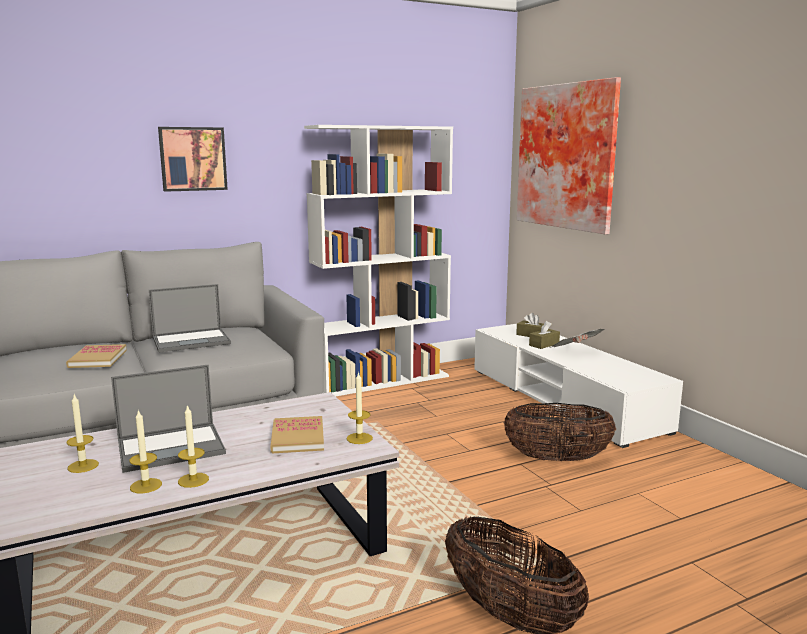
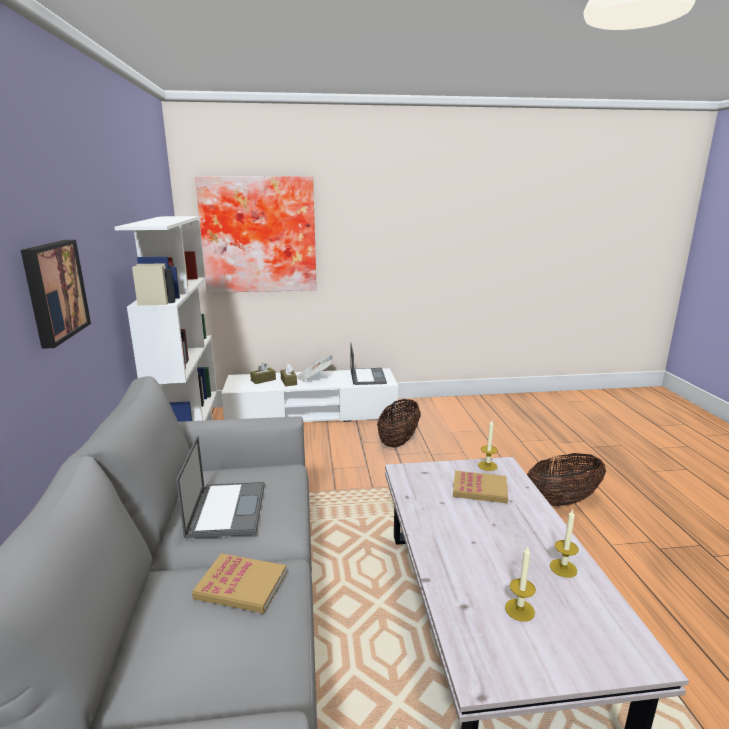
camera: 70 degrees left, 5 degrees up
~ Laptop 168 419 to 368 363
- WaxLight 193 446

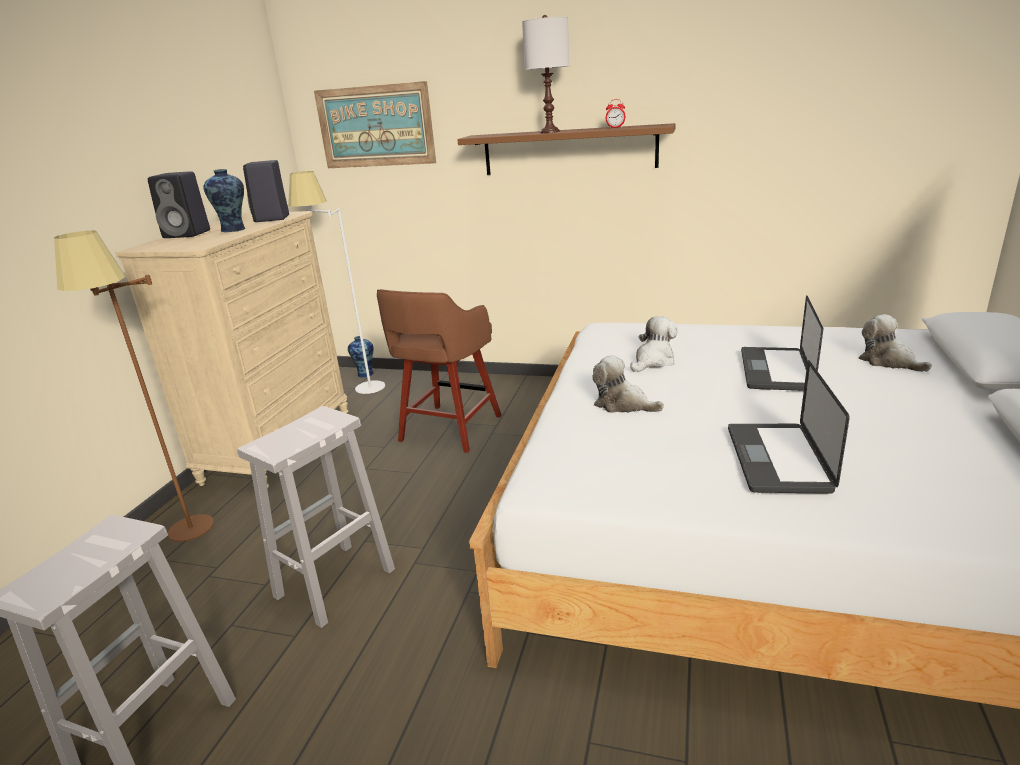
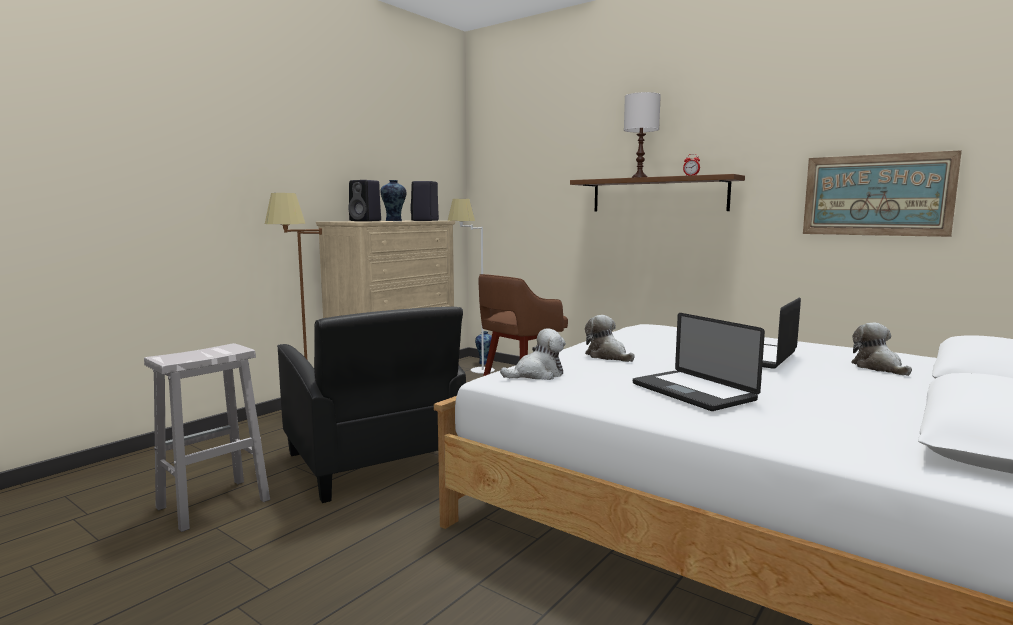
camera: 20 degrees right, 15 degrees down
~ WallArt 375 124 to 882 193
~ PlushToy 653 344 to 533 354
~ Laptop 789 427 = 699 362 60 degrees counterclockwise
~ WhitishSittingStool 316 517 to BlackishArmchair 371 405

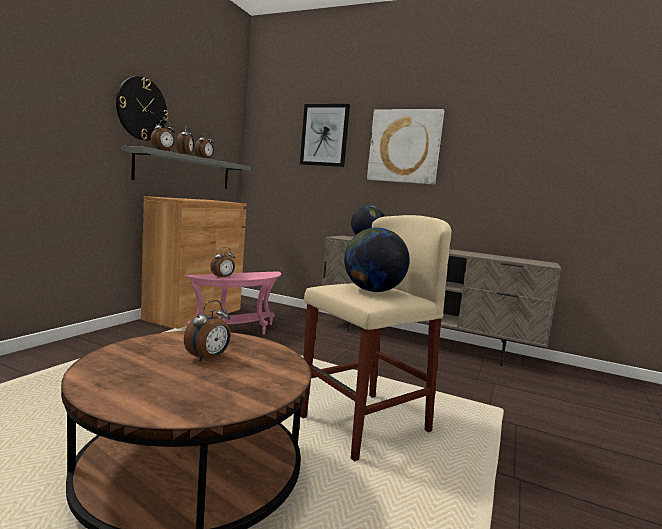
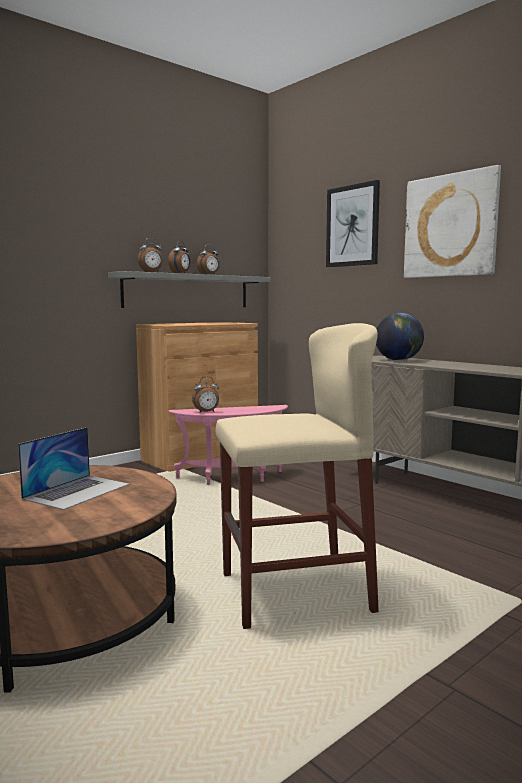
camera: 25 degrees right, 0 degrees up
- ClockOnTheWall 142 108
- WorldGlobe 377 259
~ BedsideClock 207 331 to Laptop 73 468

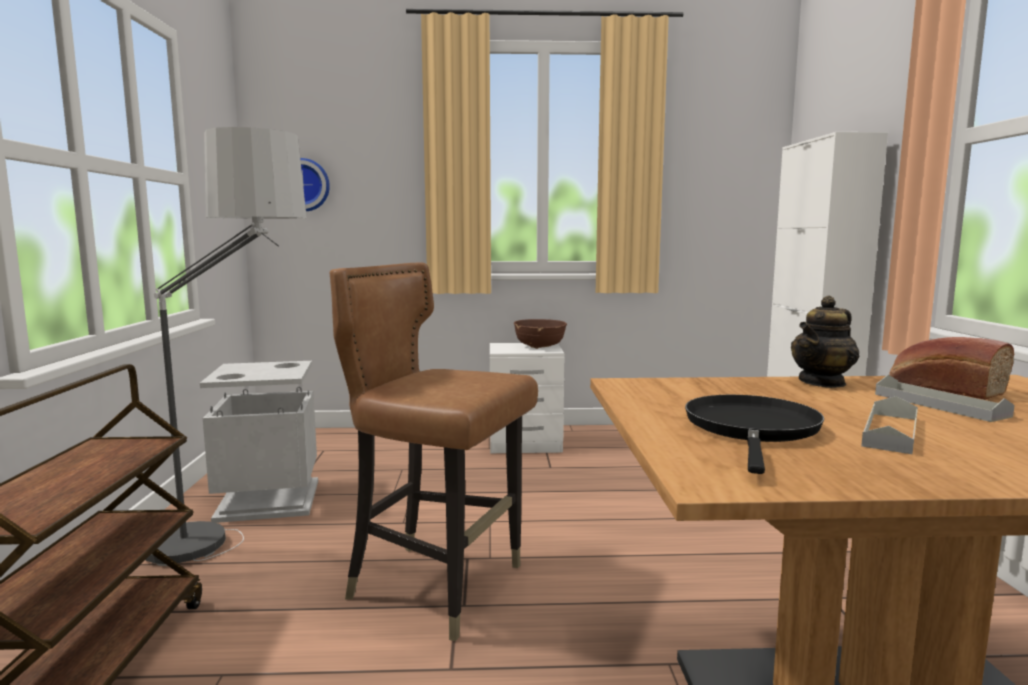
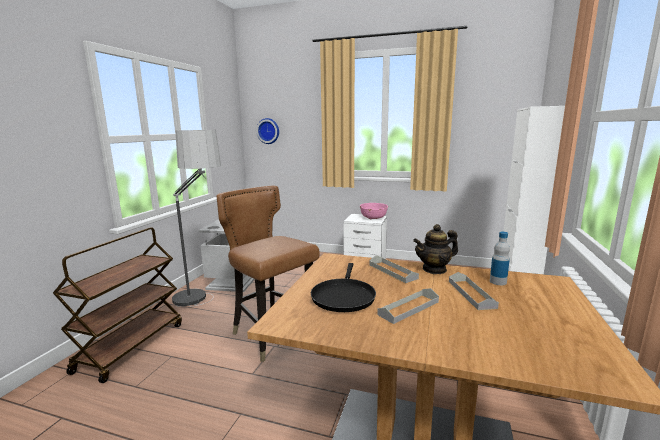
camera: 20 degrees right, 5 degrees up
~ BrownDeepDish 540 334 to PinkDeepDish 374 211
~ Bread 952 368 to Bottle 500 258
~ BlackishPan 754 434 = 343 287 150 degrees clockwise
+ GrayTray 394 269

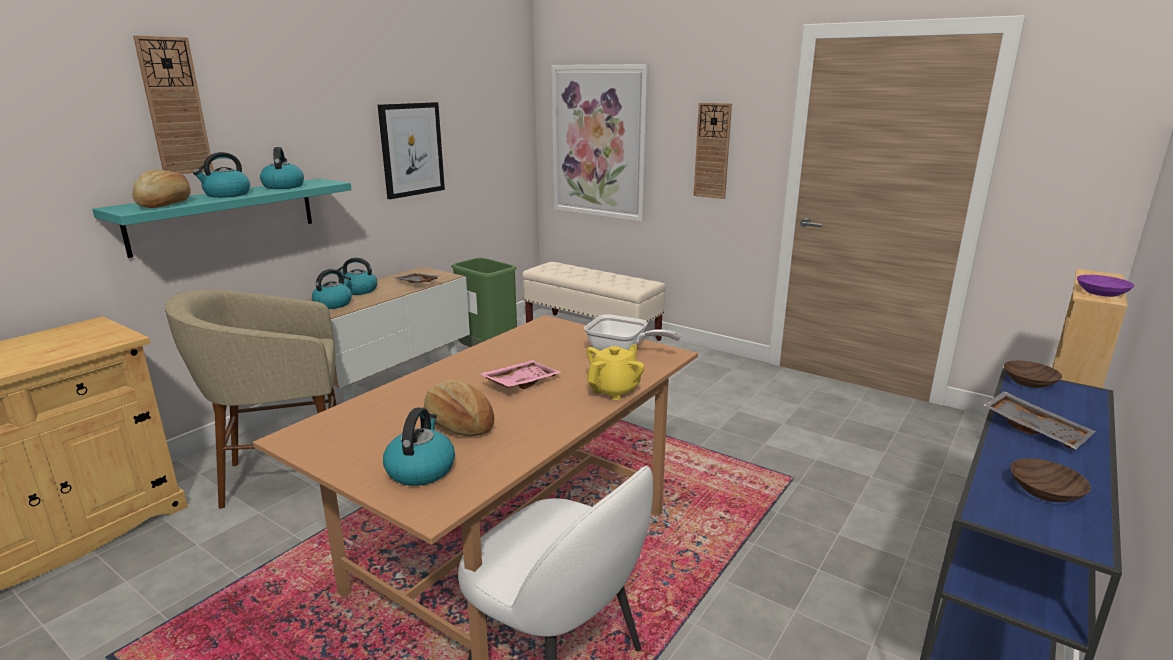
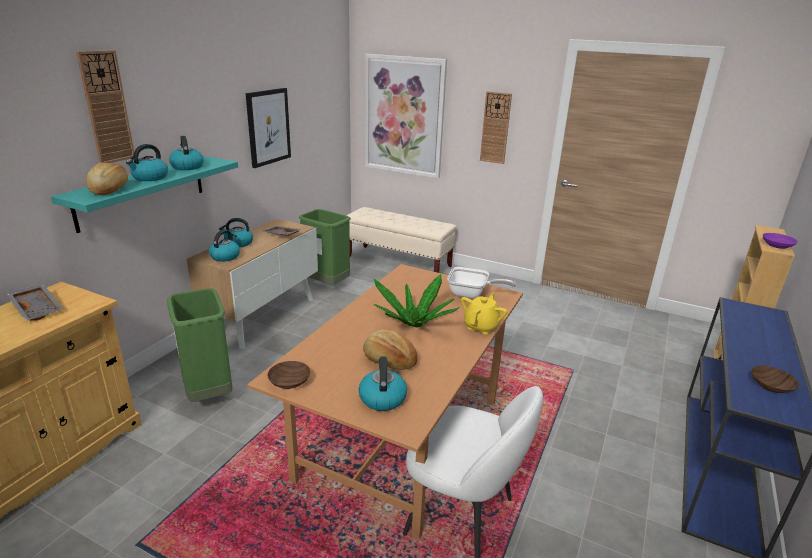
camera: 10 degrees left, 5 degrees up
~ BeigeColouredSittingStool 251 399 to GreenRubbishBin 200 345
~ PinkTray 520 374 to Houseplant 417 300
~ BrownDeepDish 1032 374 to 289 375
~ GrayTray 1039 420 to 35 302

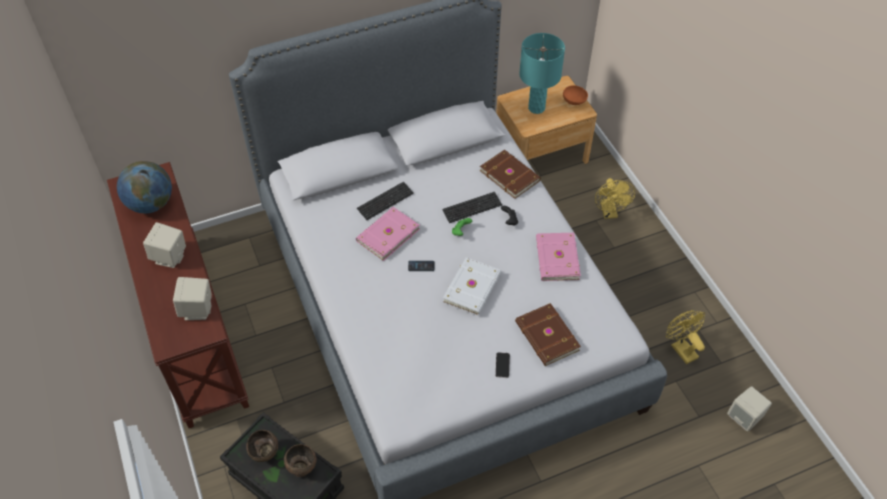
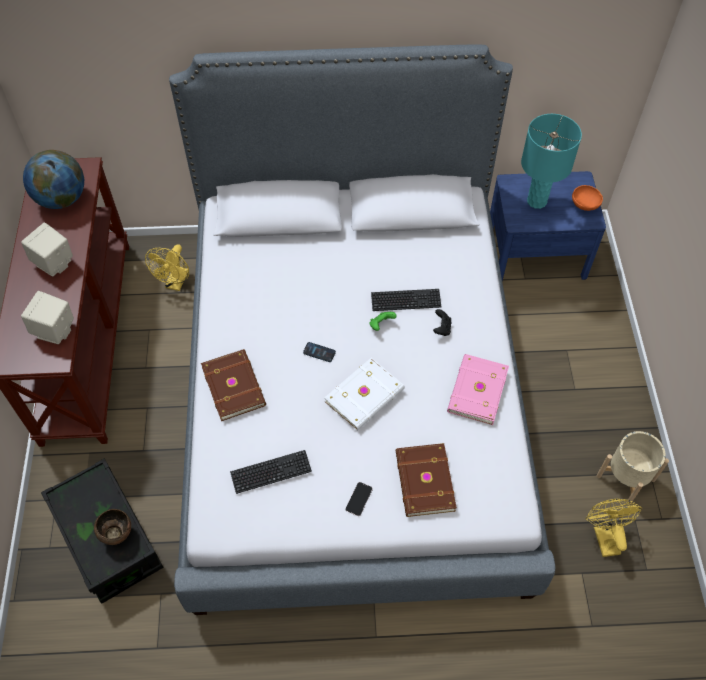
camera: 20 degrees right, 5 degrees up
~ BrownNightTable 546 120 to BluishNightTable 548 226
~ BrownVolume 510 174 to 233 385
~ YellowColouredFan 615 198 to 167 267
~ Keyboard 385 201 to 271 472
- PinkVolume 388 234
- BeigeColouredAudioSpeaker 749 408
- BrownDeepDish 262 446
+ BeigeColouredPlantPot 633 468

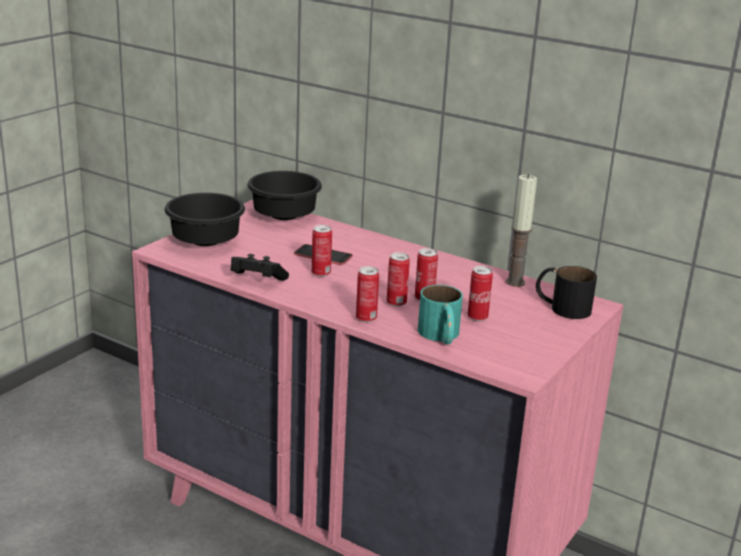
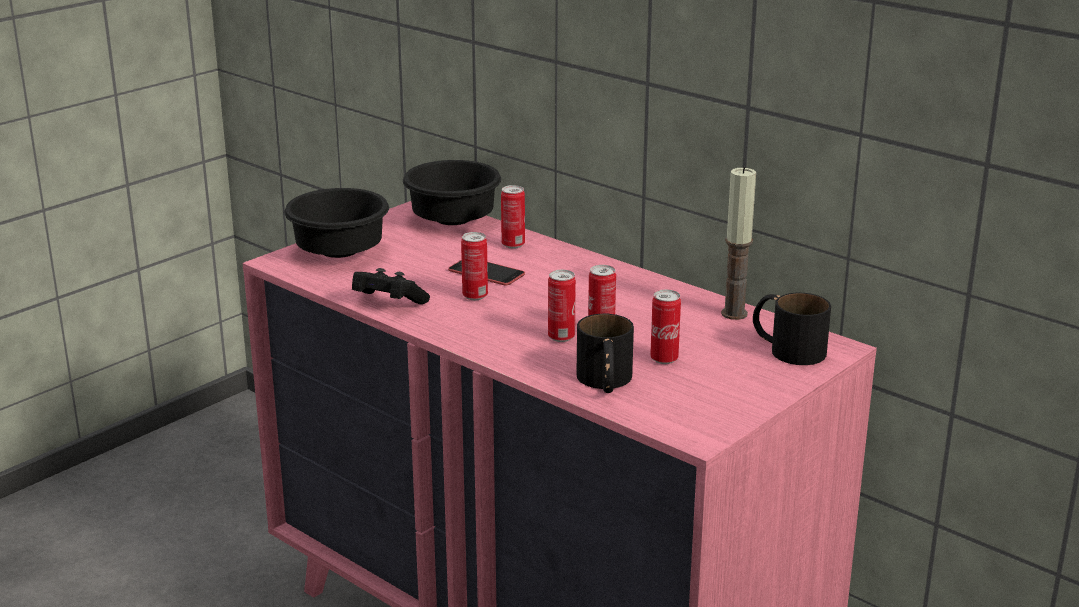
camera: 10 degrees right, 0 degrees up
~ MetalCan 367 294 to 513 217
~ TurquoiseCoffeeMug 440 315 to BlackishCoffeeMug 605 353

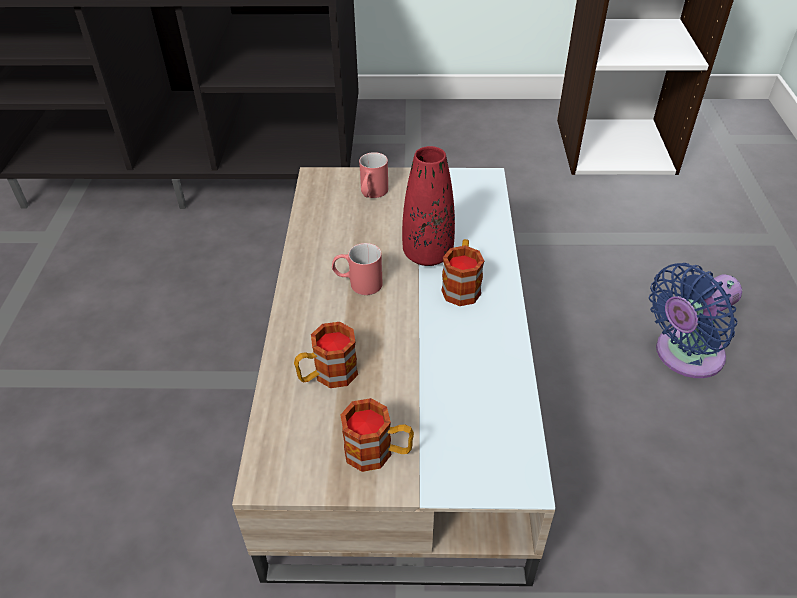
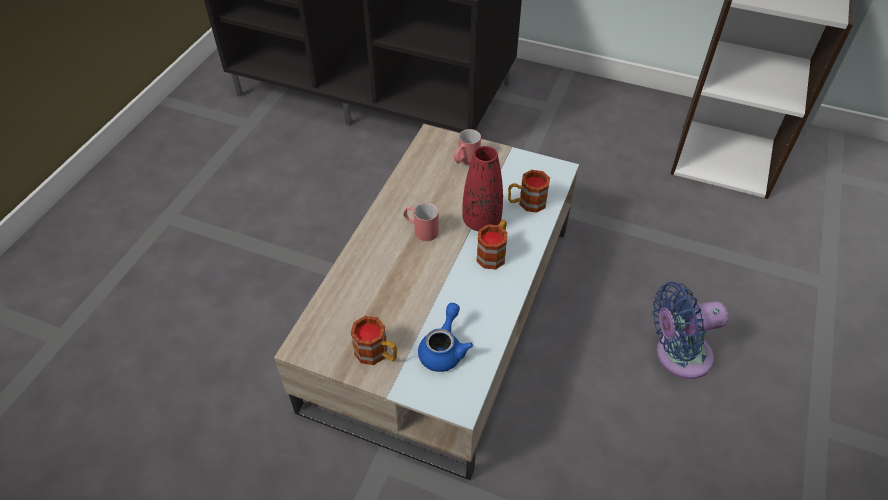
camera: 20 degrees right, 5 degrees up
~ CoffeeMug 326 355 to 529 191
+ BluishTeaPot 445 337

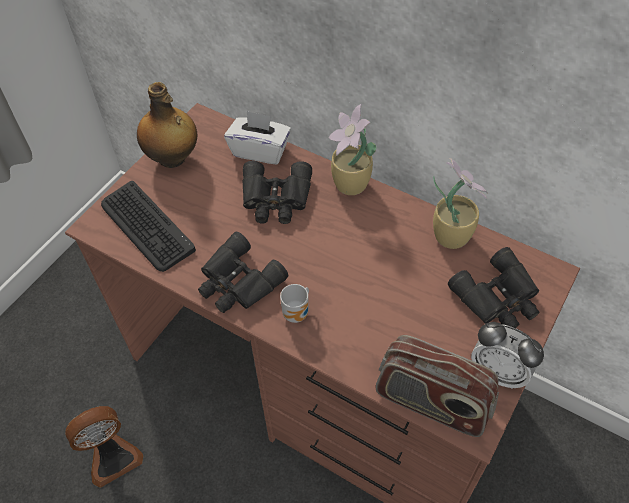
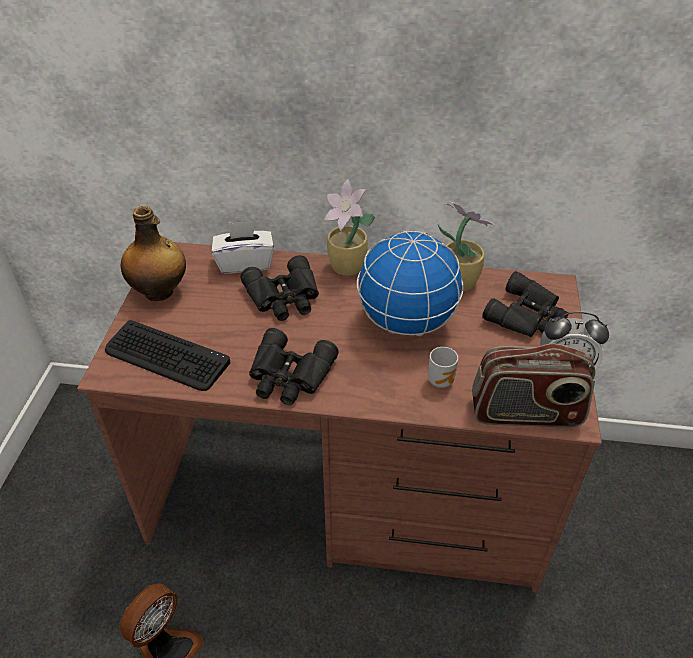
camera: 25 degrees left, 10 degrees down
~ CoffeeMug 294 303 to 443 367
+ WorldGlobe 410 283

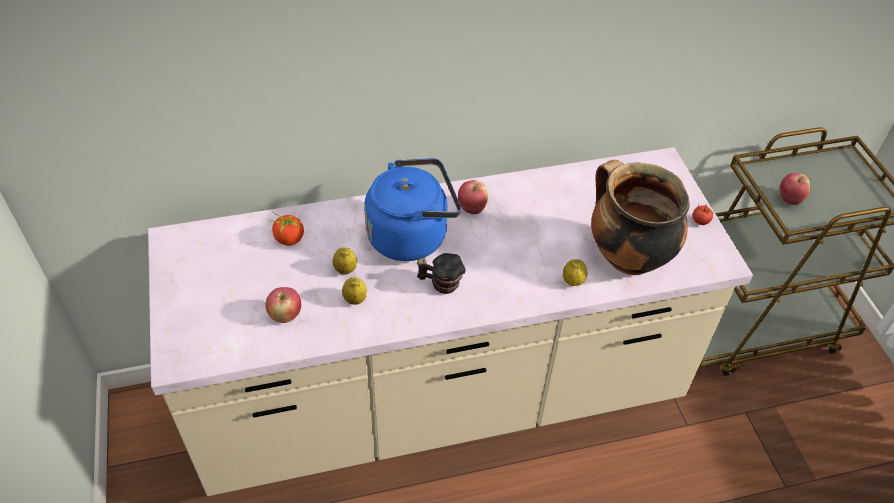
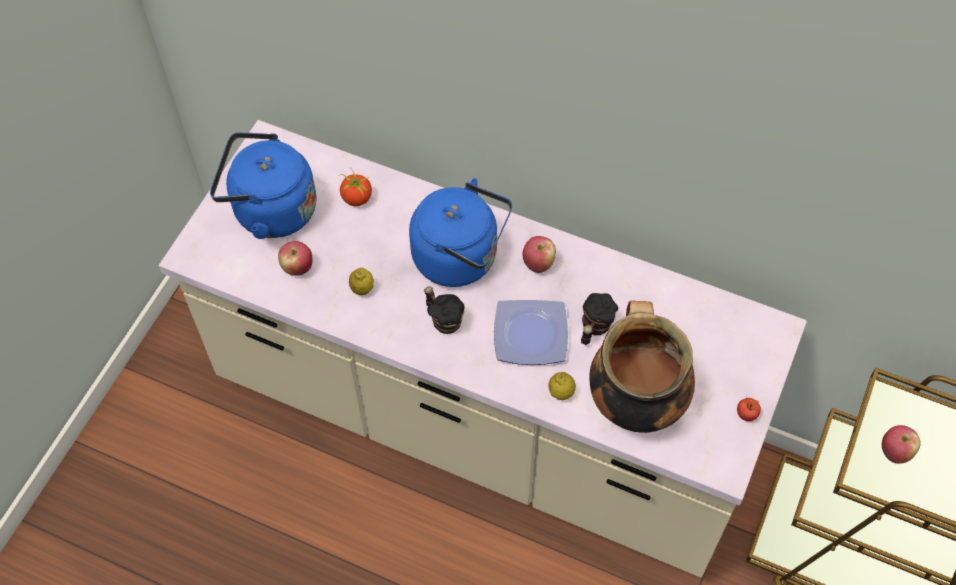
camera: 40 degrees right, 10 degrees up
- WholeLemon 345 260
+ BluishWaterKettle 263 185
+ CoffeeMug 599 319
+ DinnerPlate 531 332

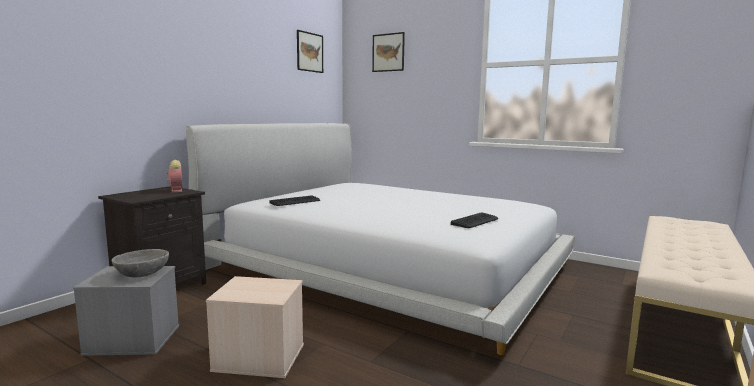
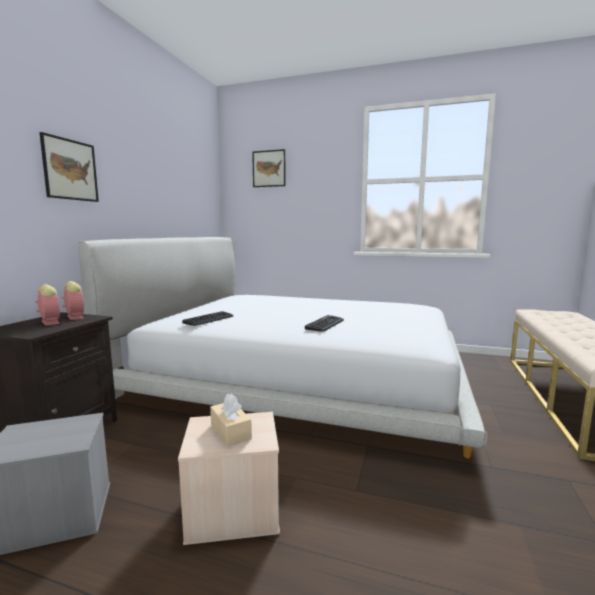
camera: 15 degrees left, 0 degrees up
~ WallArt 310 51 to 69 167
~ Keyboard 474 220 to 324 323
- GrayDeepDish 140 263
+ BedsideClock 47 305
+ BeigeColouredTissueBox 231 420

